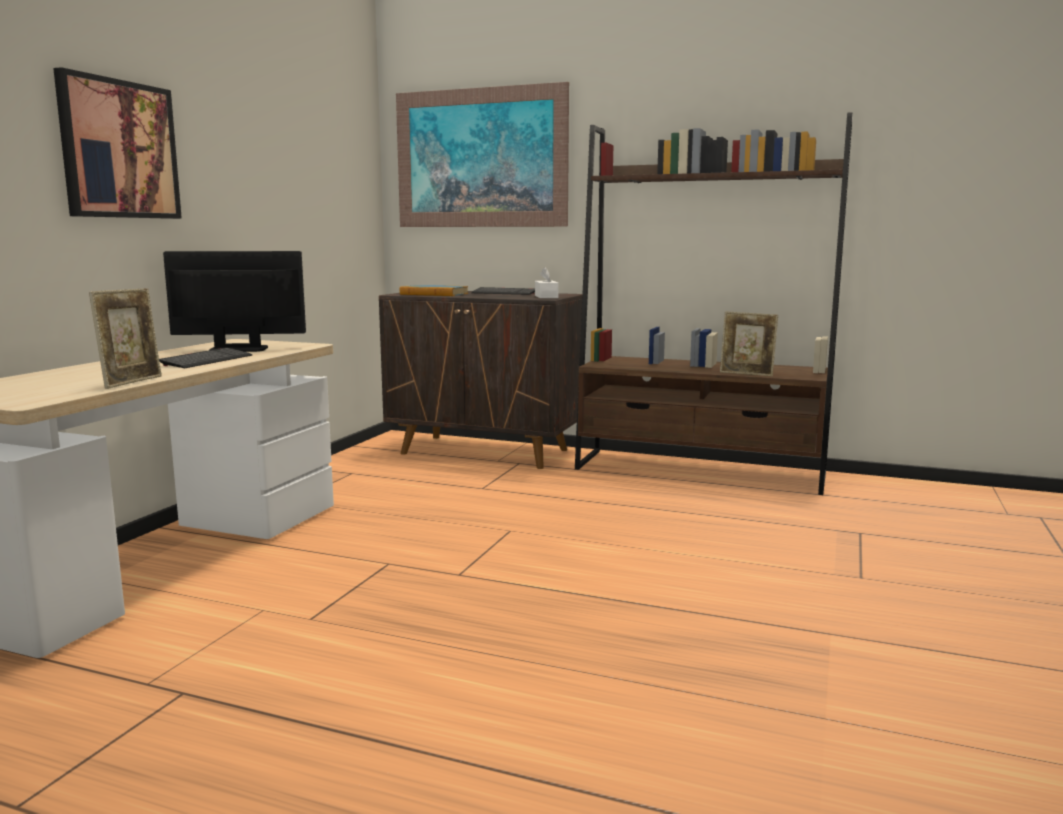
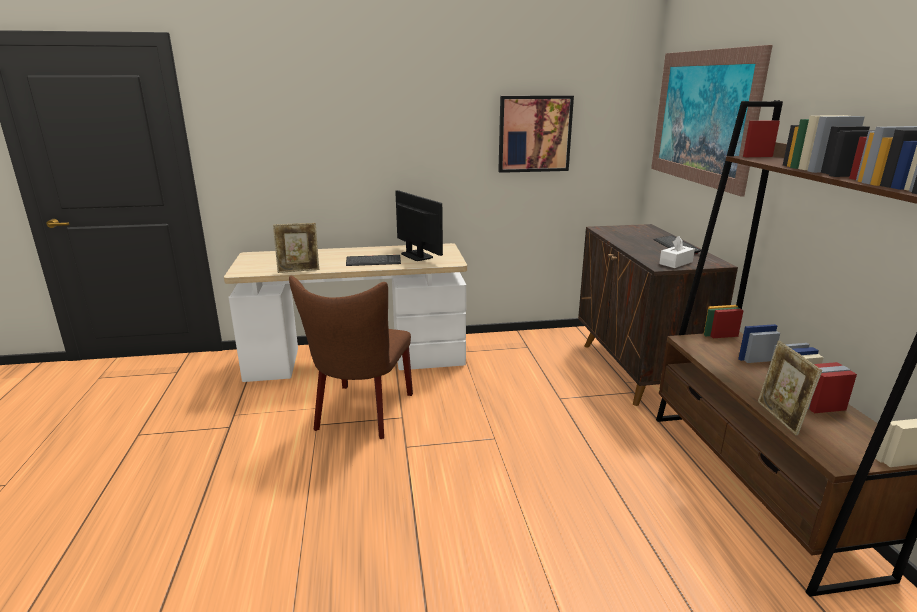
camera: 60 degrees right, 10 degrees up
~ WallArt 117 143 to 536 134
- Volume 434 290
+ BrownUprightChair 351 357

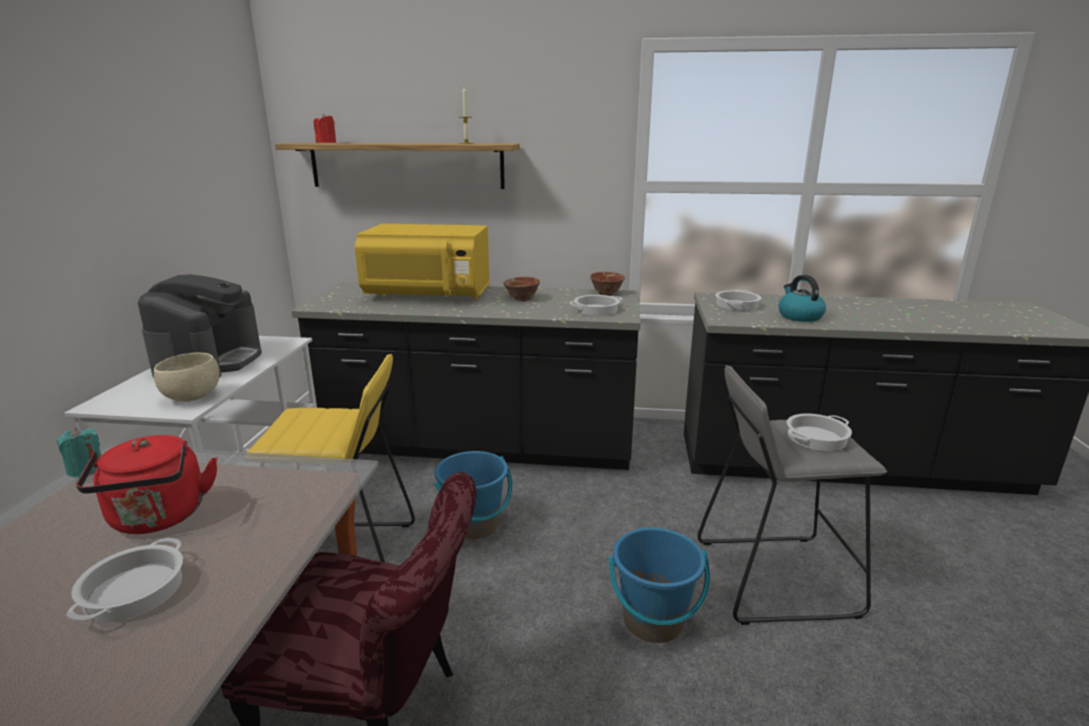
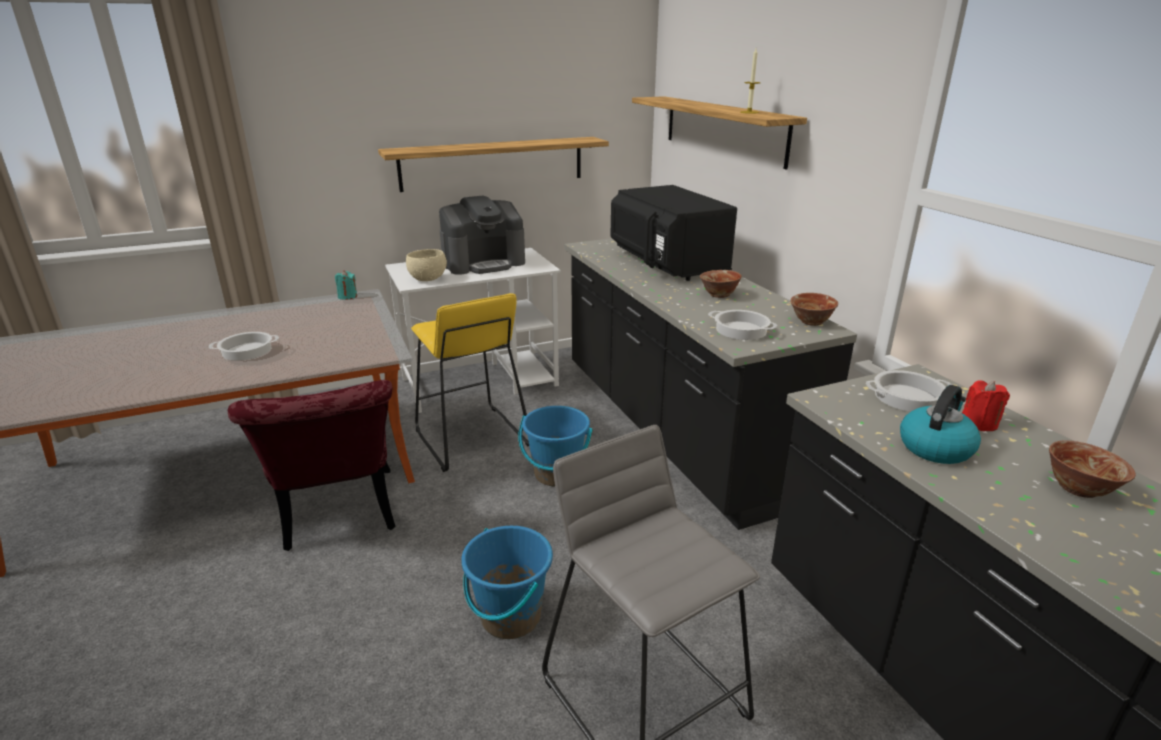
camera: 60 degrees right, 5 degrees up
~ ReddishWaxLight 325 128 to 986 405
~ YellowColouredMicrowaveOven 422 261 to BlackishMicrowaveOven 673 233
- Saucepot 819 432
- ReddishWaterKettle 146 484
+ Shelf 493 164
+ DeepDish 1092 469

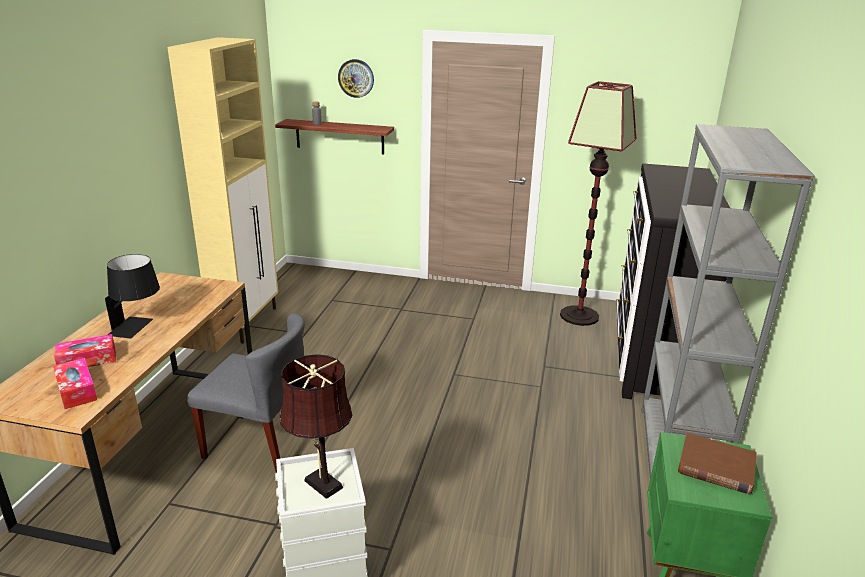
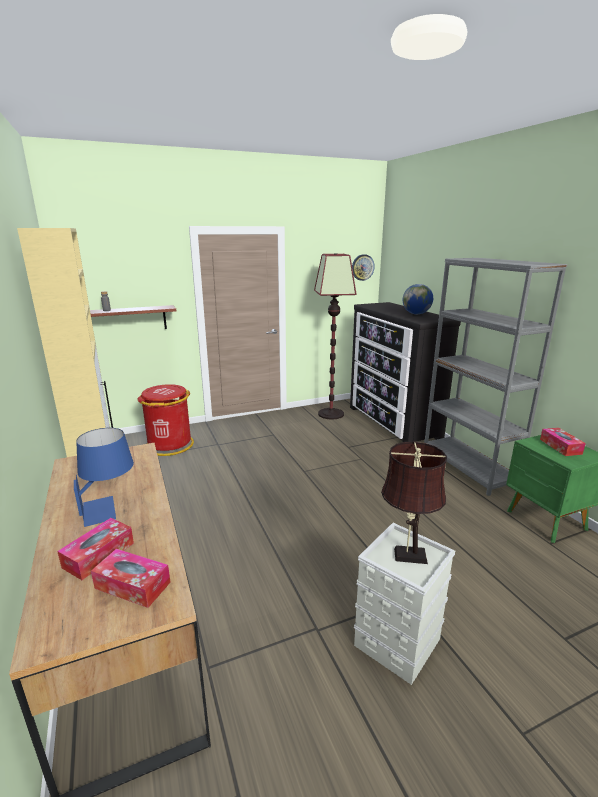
camera: 35 degrees left, 5 degrees down
~ ClockOnTheWall 356 78 to 363 267
~ BlackishTableLamp 132 296 to BluishTableLamp 104 477
- GrayUprightChair 246 393
~ BrownVolume 717 464 to TissueBox 563 442
+ WorldGlobe 418 299
+ ReddishRubbishBin 166 420

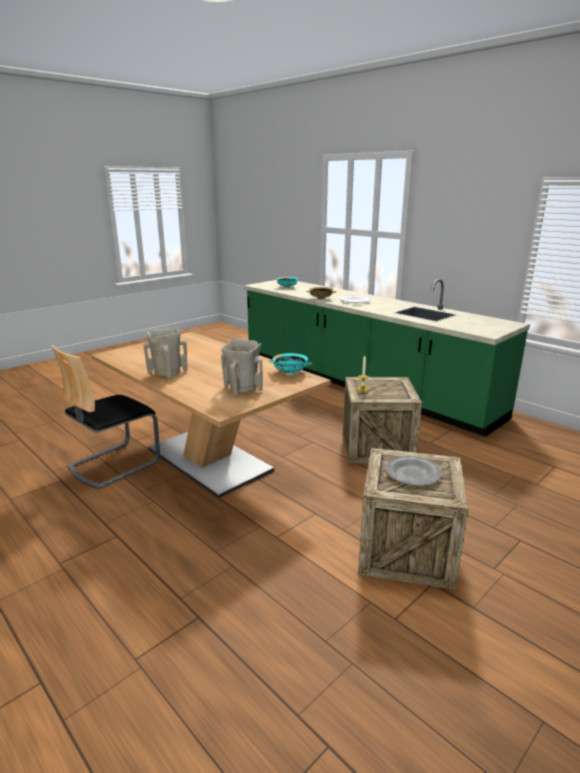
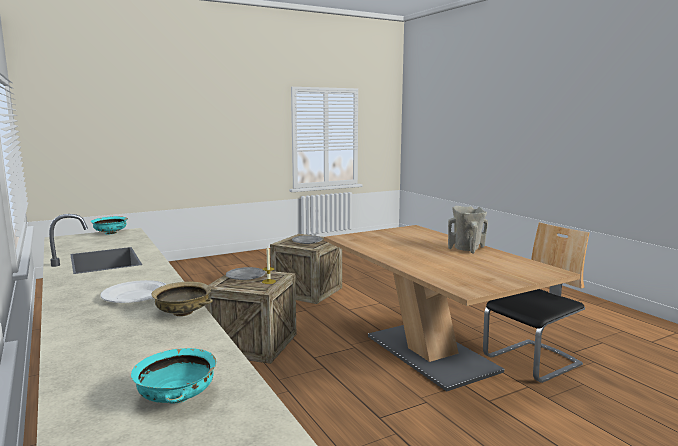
camera: 165 degrees left, 10 degrees down
- BeigeColouredFlowerVase 242 367
~ TurquoiseDeepDish 290 363 to 109 225
+ GrayDinnerPlate 245 273

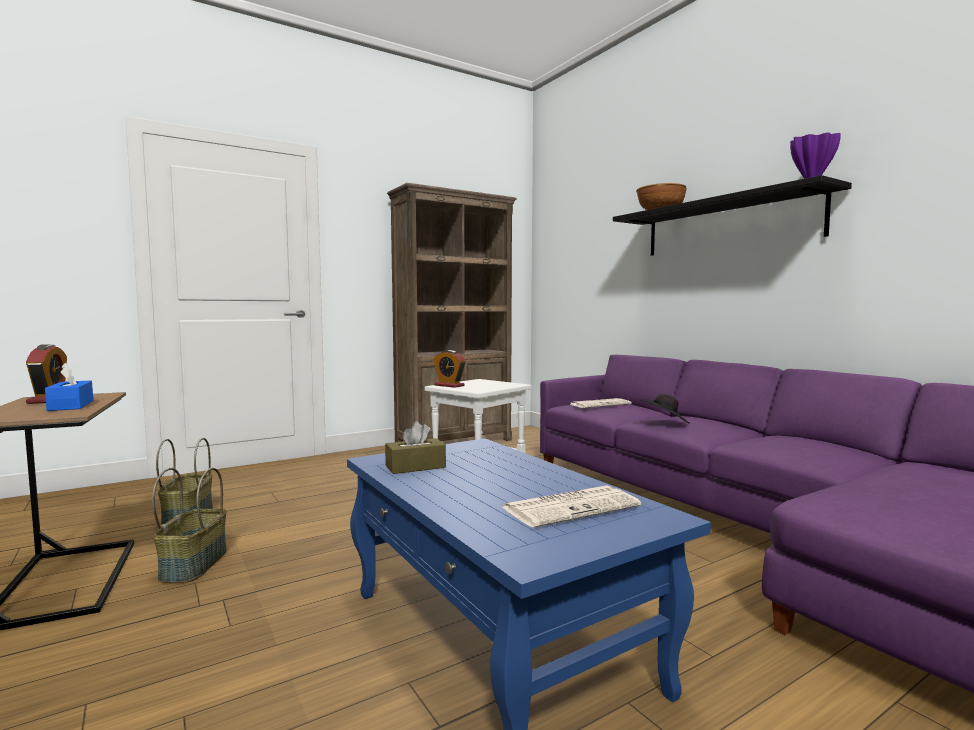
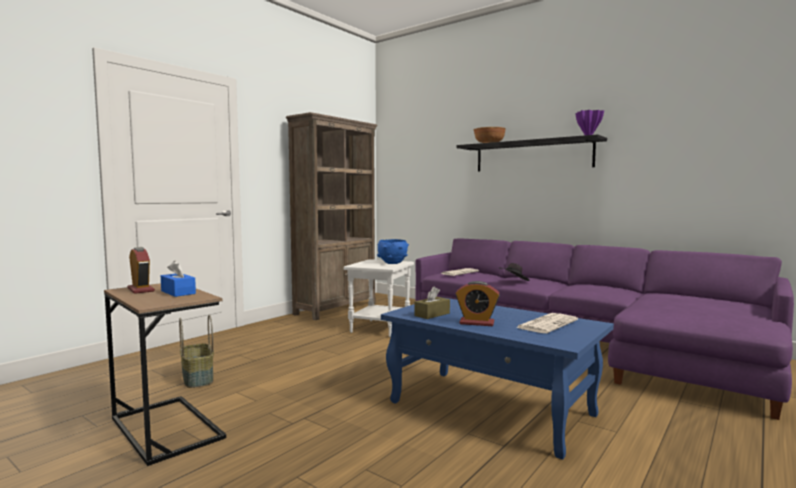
camera: 20 degrees left, 0 degrees up
~ BedsideClock 449 369 to 477 303
- HouseholdBasket 189 525
+ BluishDeepDish 393 251

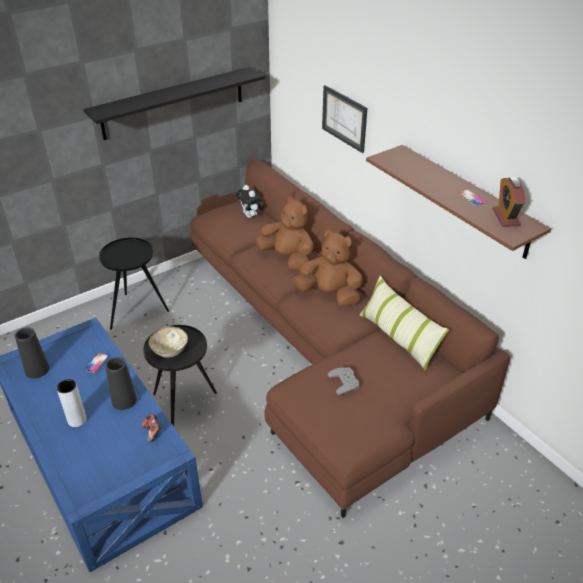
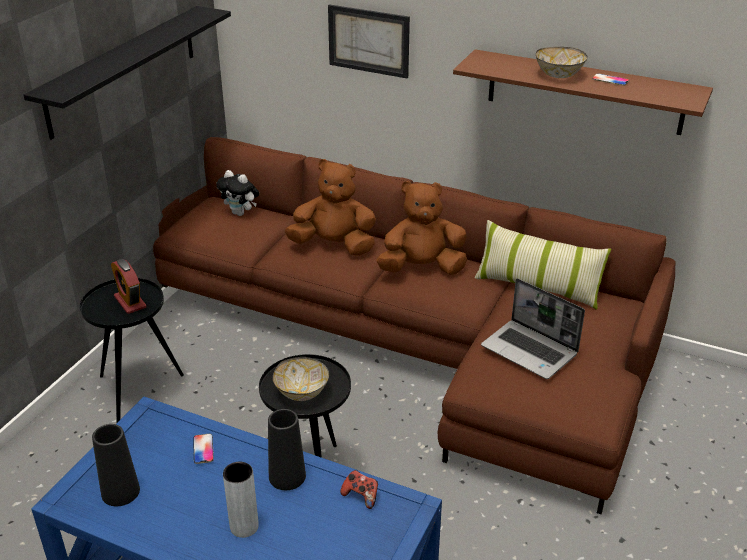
camera: 30 degrees left, 5 degrees down
~ BedsideClock 509 202 to 129 286
~ GrayJoypad 343 381 to Laptop 533 328
+ DeepDish 562 62

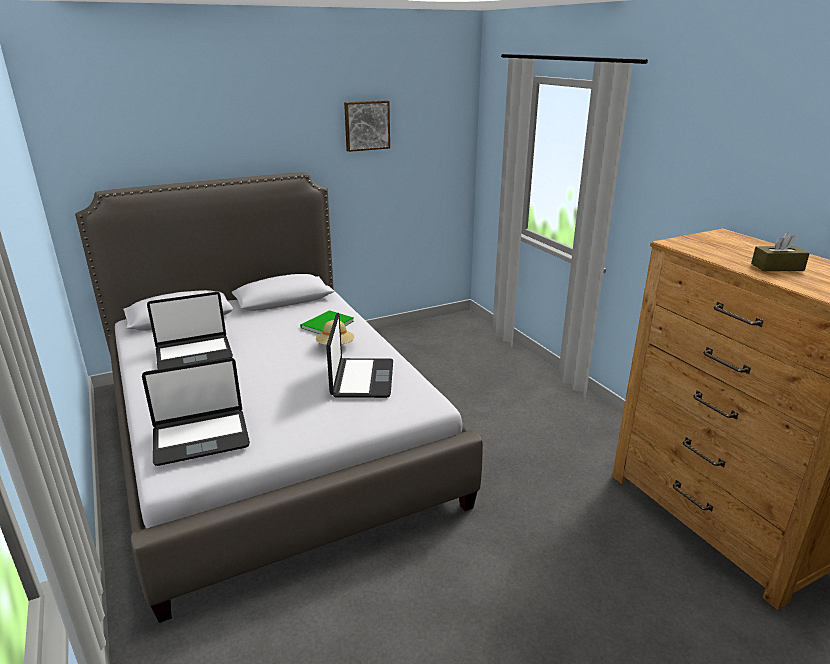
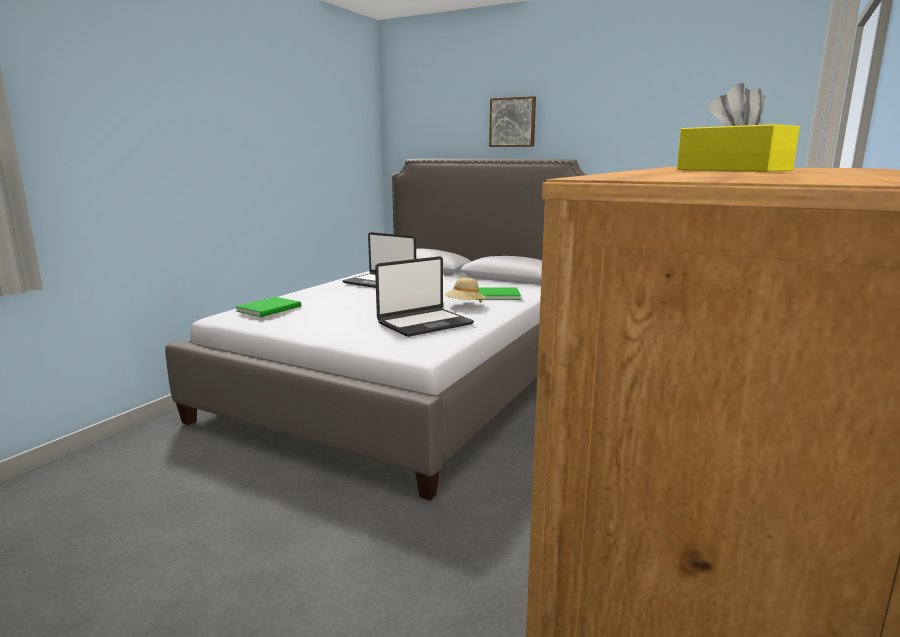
camera: 55 degrees right, 10 degrees down
~ WallArt 367 126 to 512 121
~ BrownTissueBox 780 252 to YellowColouredTissueBox 738 127
~ Laptop 196 412 to GreenVolume 268 307

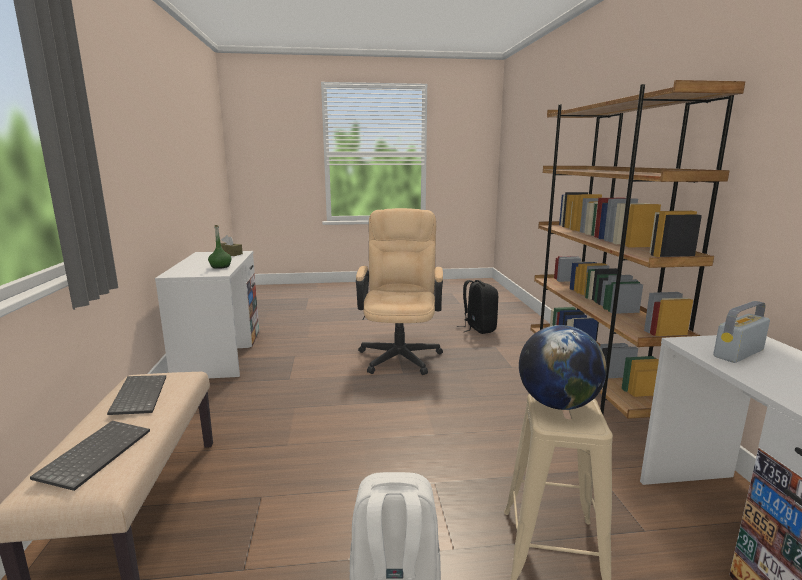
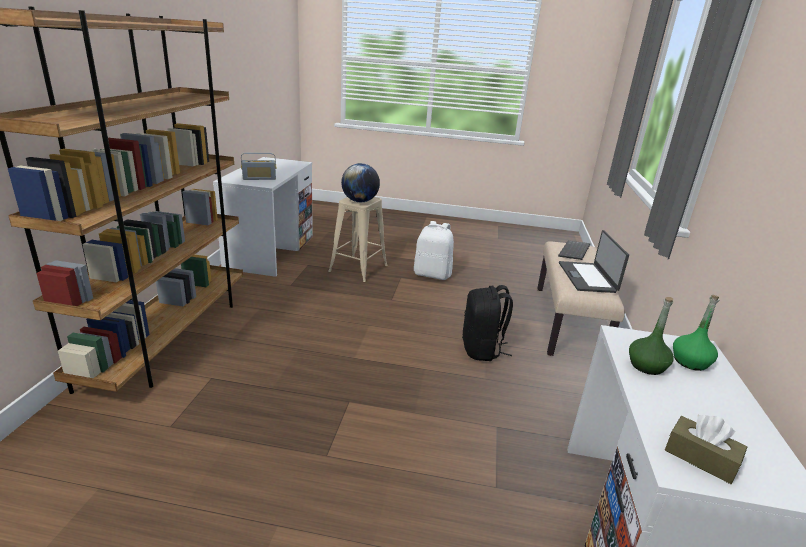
camera: 165 degrees left, 10 degrees up
- BeigeColouredOfficeChair 399 291
~ BlackishRucksack 477 307 to 487 323
~ Keyboard 136 395 to Laptop 594 261
+ GreenBottle 696 333

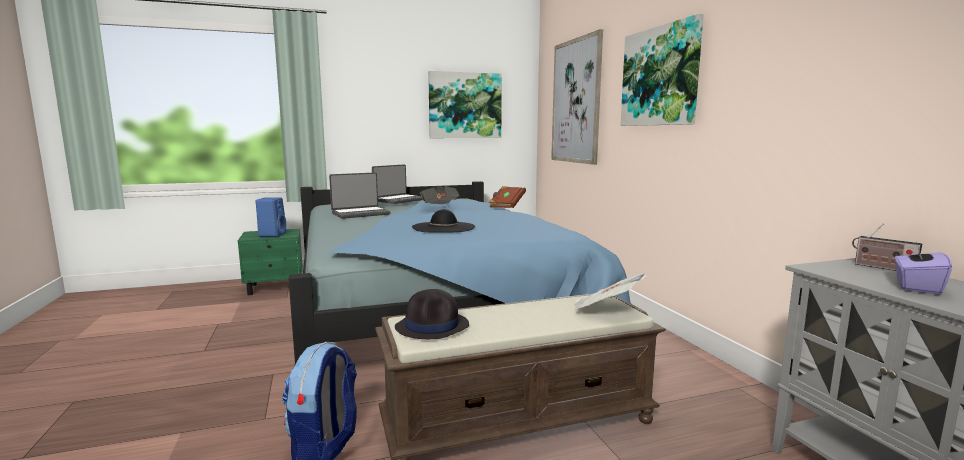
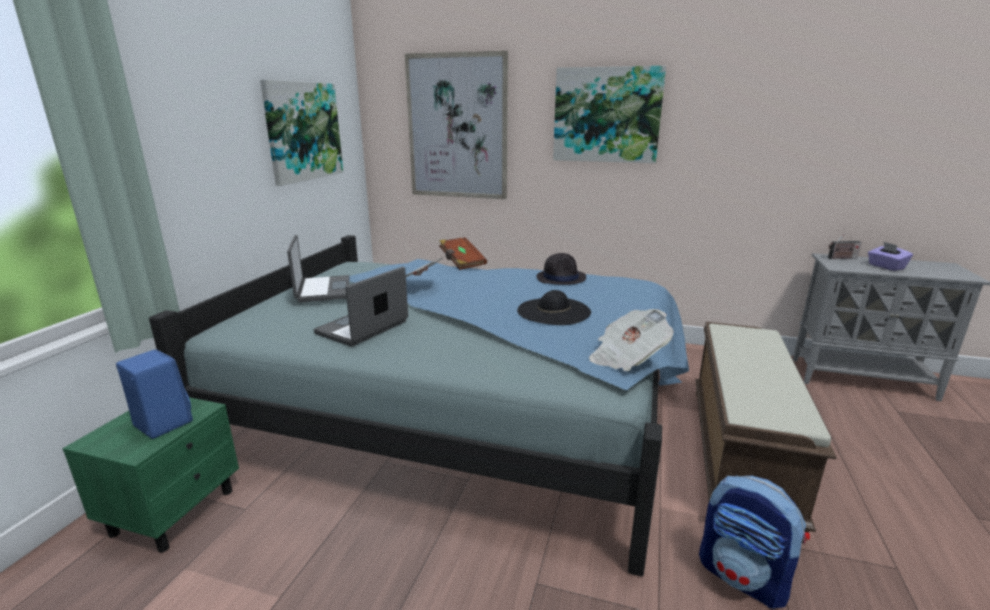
camera: 55 degrees left, 10 degrees up
~ Laptop 359 195 = 361 307 150 degrees counterclockwise
~ Newspaper 610 291 to 631 340
~ BlackishClothingHat 432 314 to 561 269

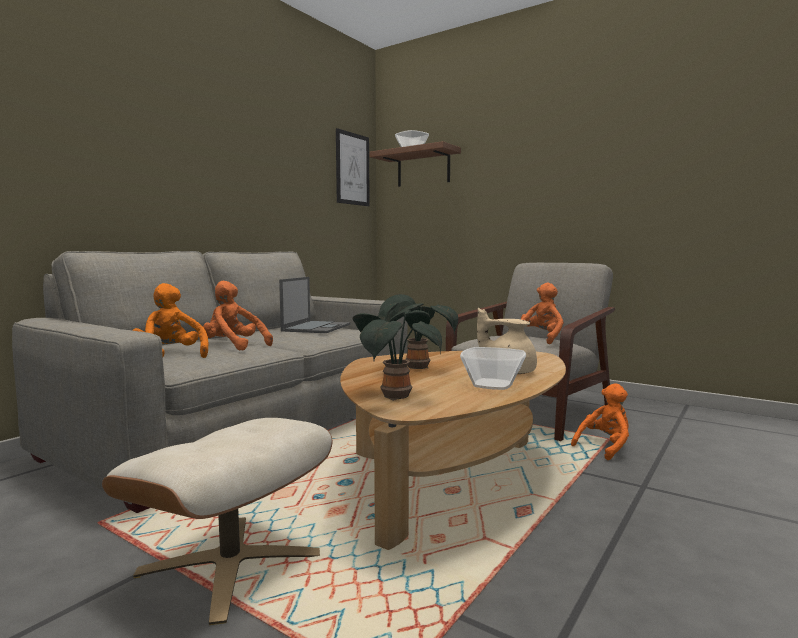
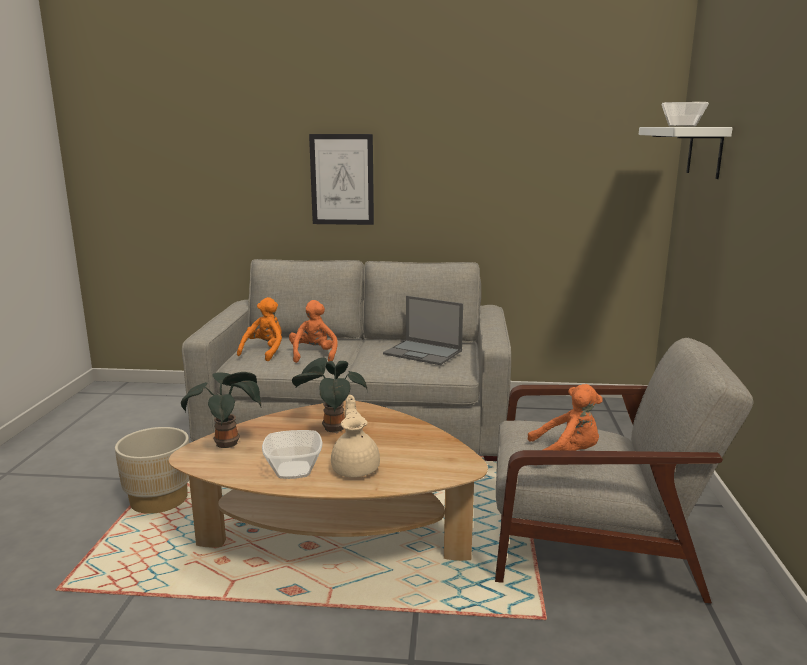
camera: 60 degrees right, 10 degrees up
~ WallArt 353 167 to 341 179
~ BrownShelf 415 164 to WhitishShelf 686 153
~ Laptop 314 305 = 423 330 45 degrees clockwise
- OrangeyPlushToy 600 421
~ BeigeColouredOttoman 217 521 to BeigeColouredPlantPot 152 470

